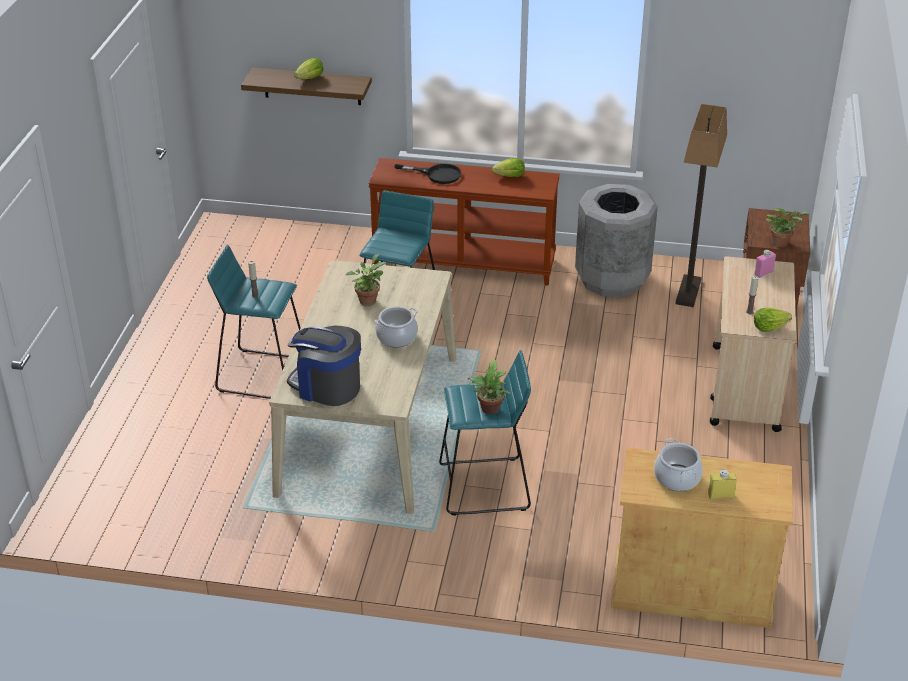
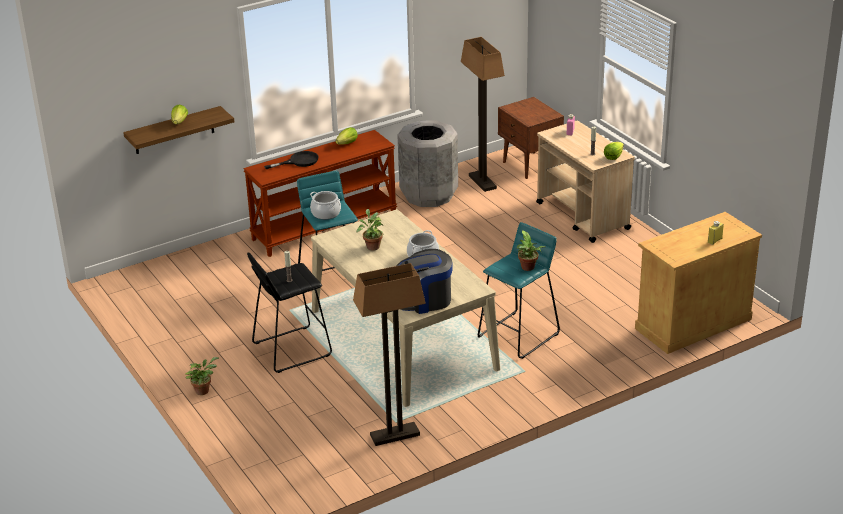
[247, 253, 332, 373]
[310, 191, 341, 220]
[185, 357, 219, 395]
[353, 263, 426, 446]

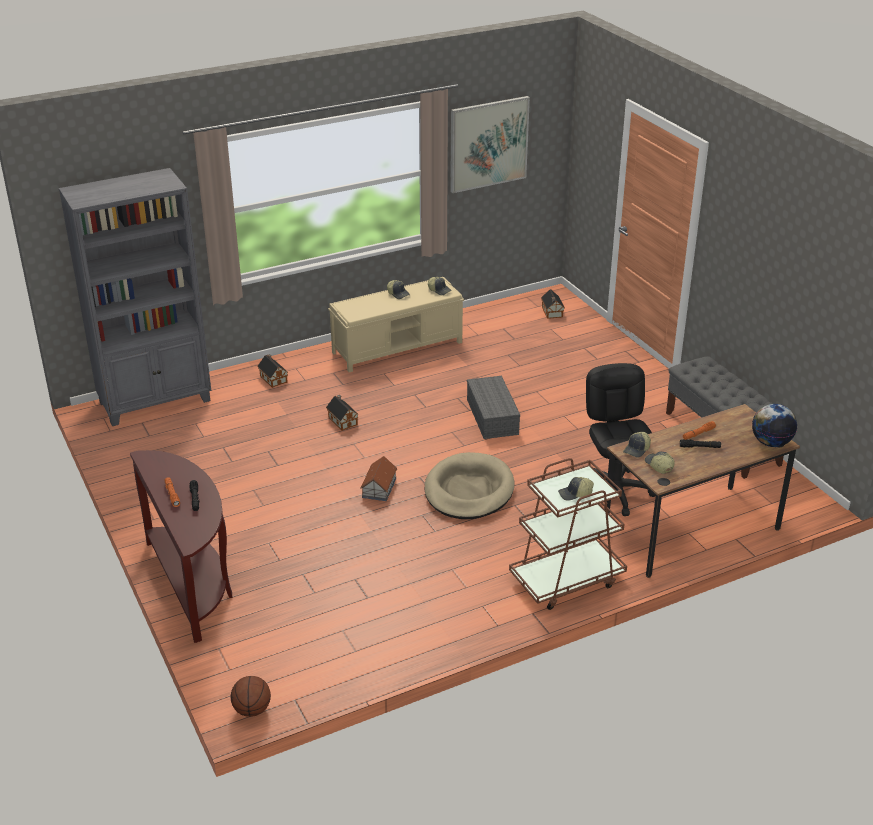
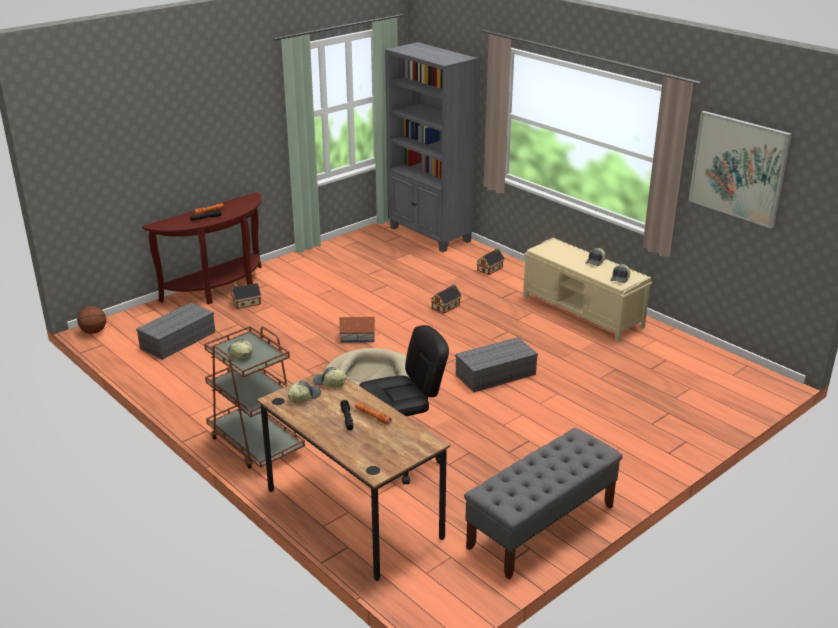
[231, 283, 261, 309]
[752, 404, 797, 447] (first image)
[136, 303, 215, 360]

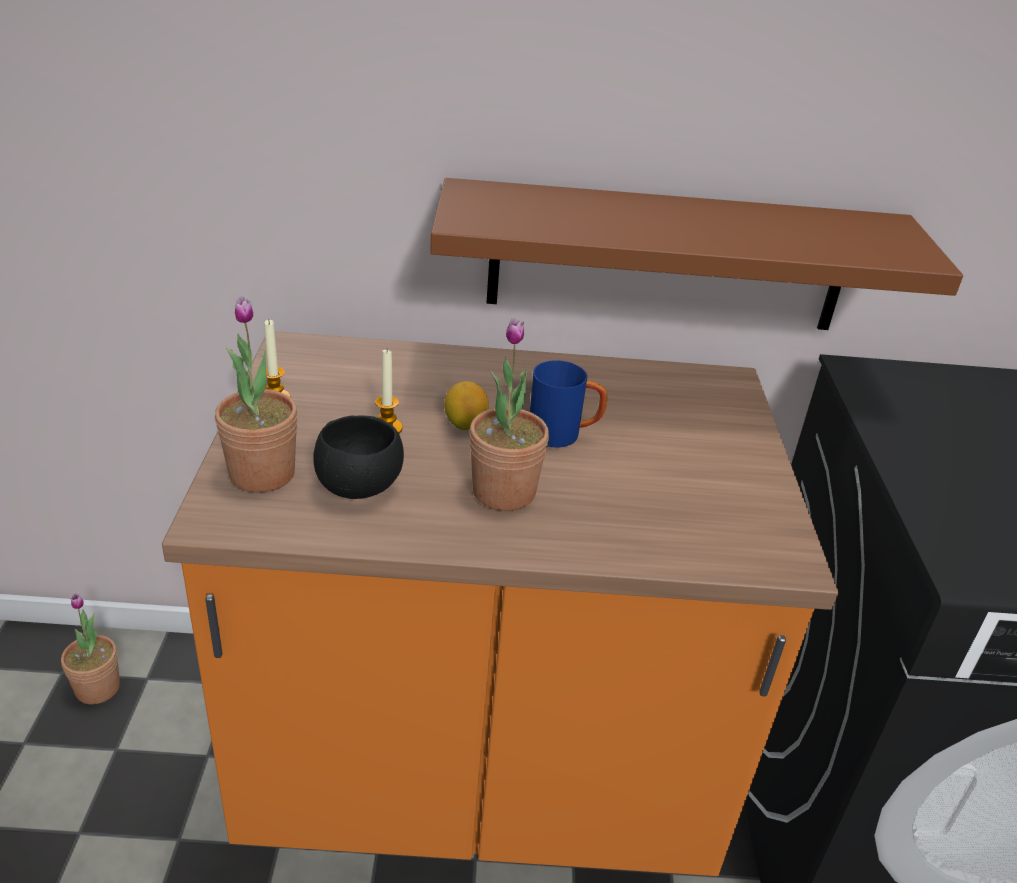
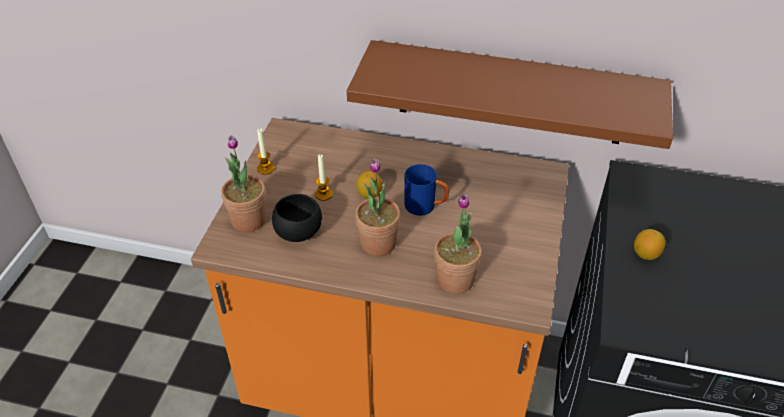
[434, 194, 482, 294]
[634, 229, 666, 260]

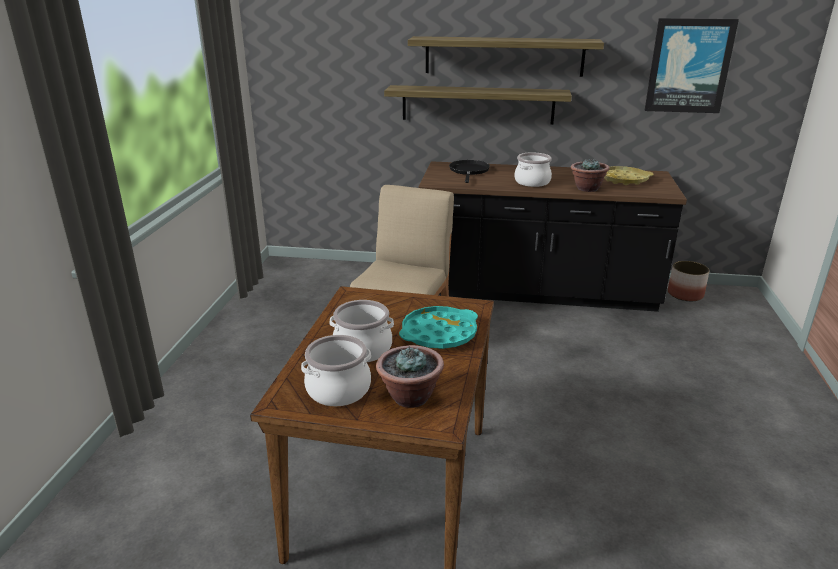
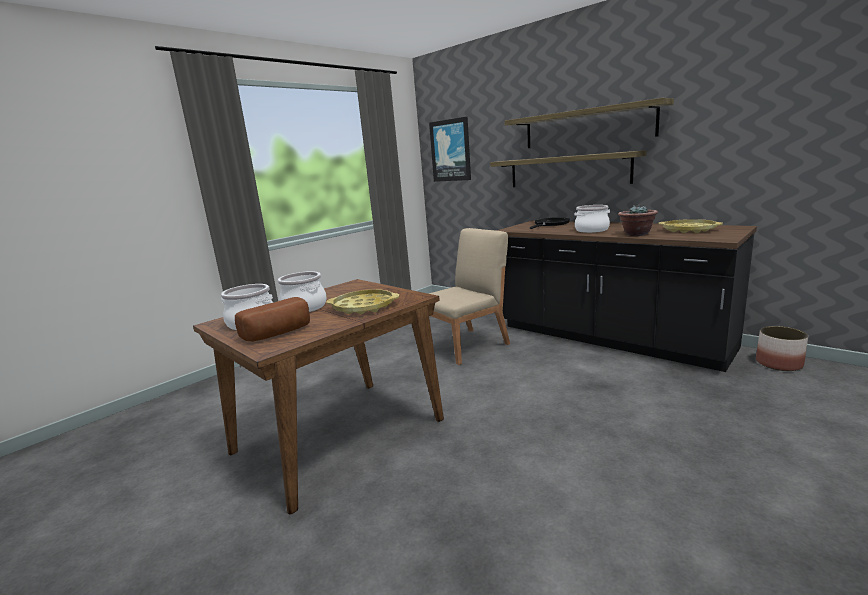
[235, 297, 310, 342]
[326, 289, 399, 314]
[429, 117, 471, 182]

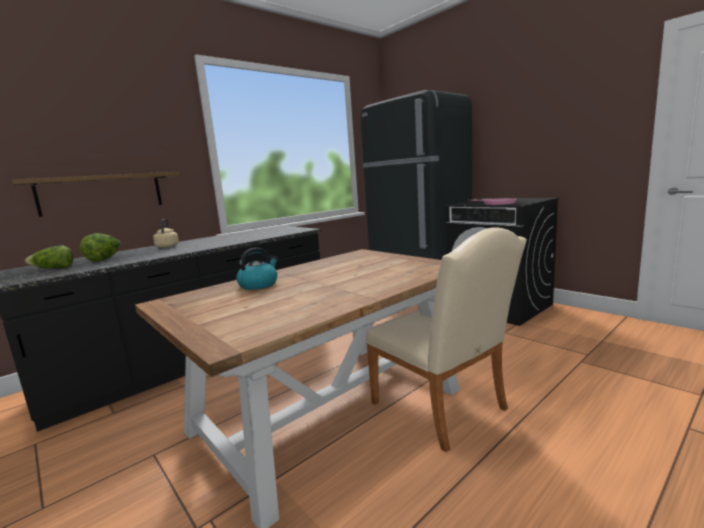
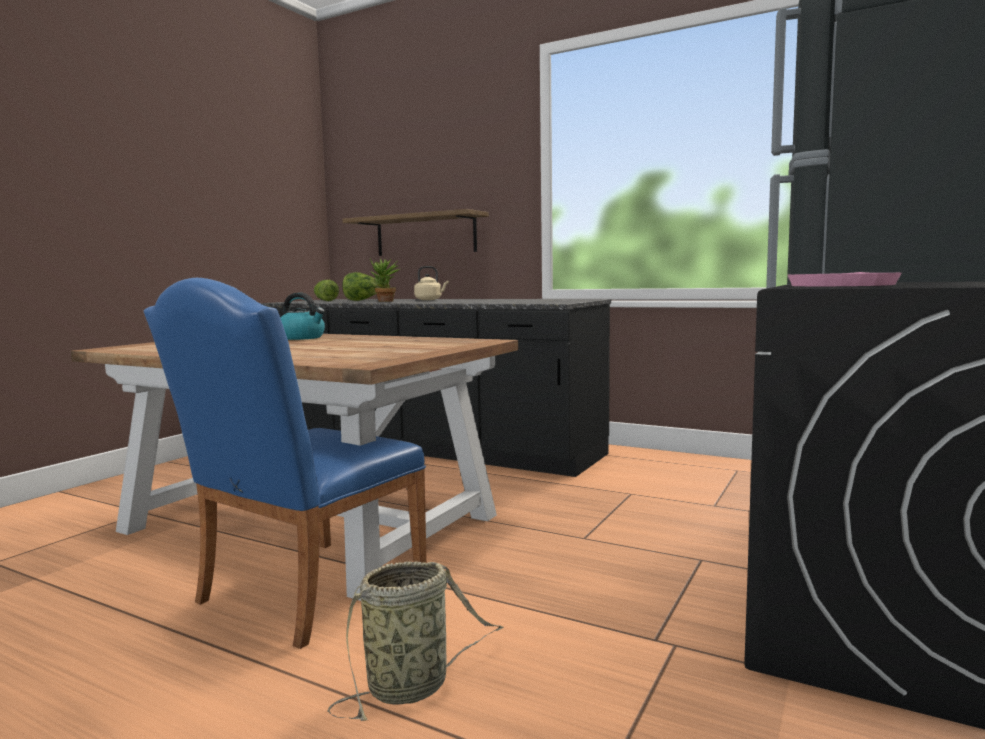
[144, 278, 427, 649]
[327, 561, 504, 721]
[370, 258, 400, 302]

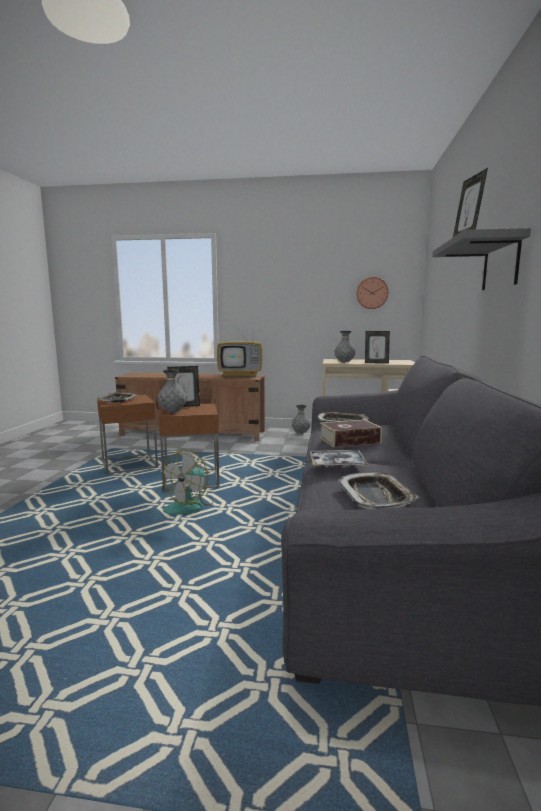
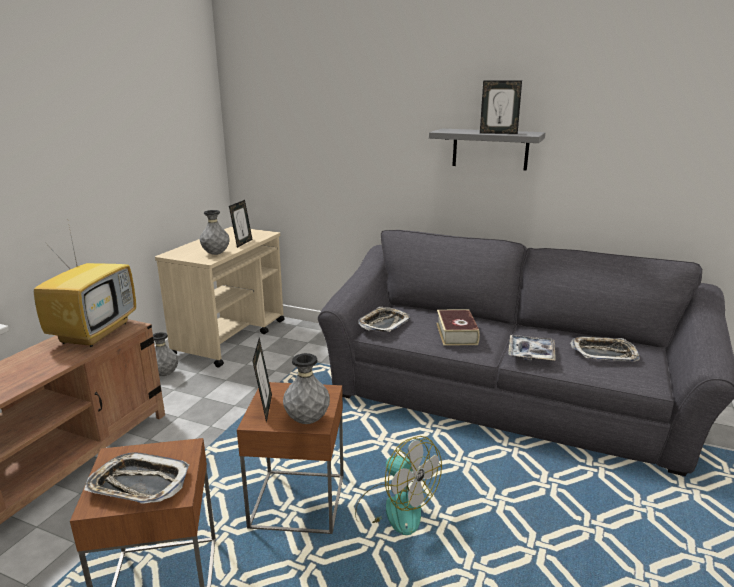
[356, 277, 388, 309] (first image)

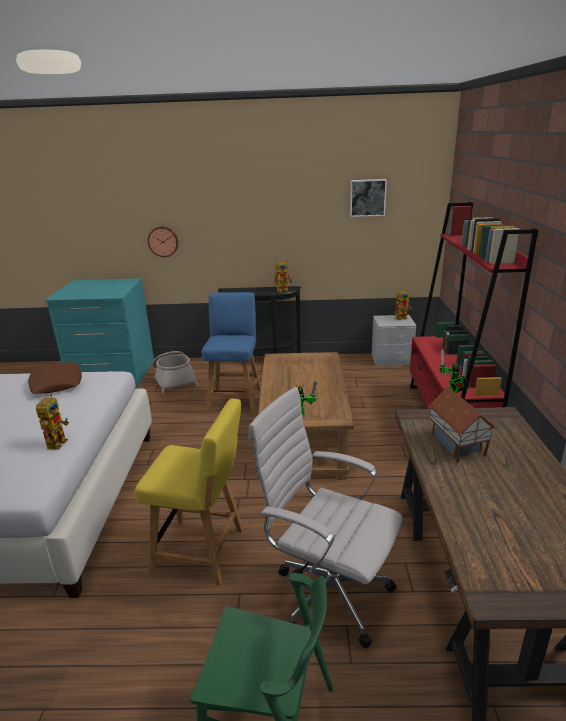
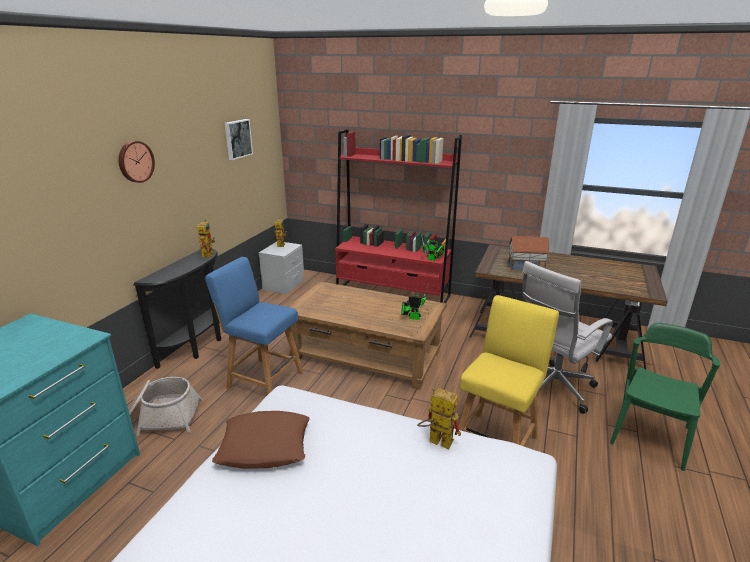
[118, 141, 155, 183]

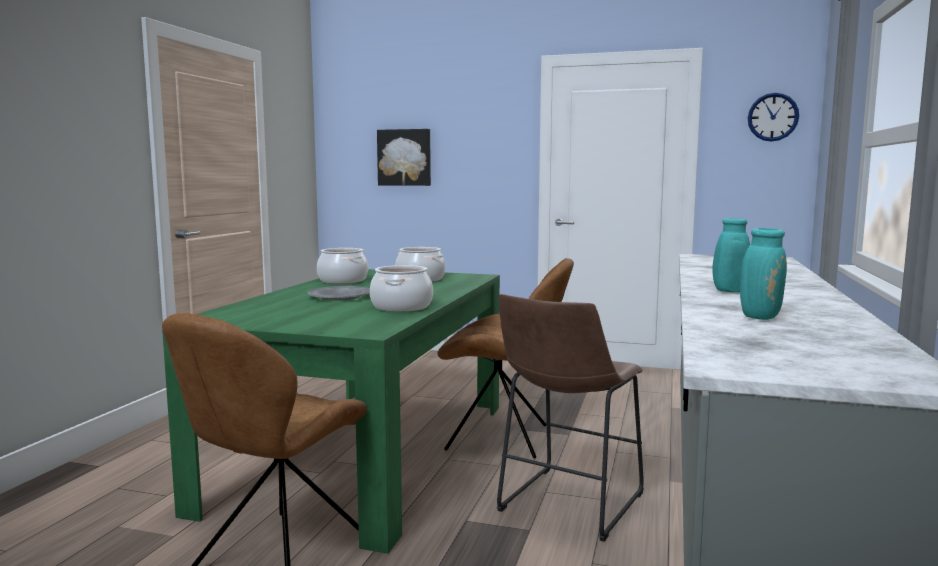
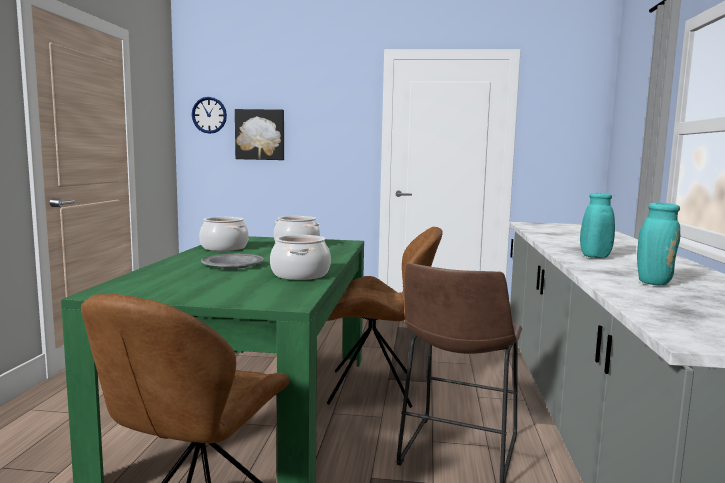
[192, 97, 227, 134]

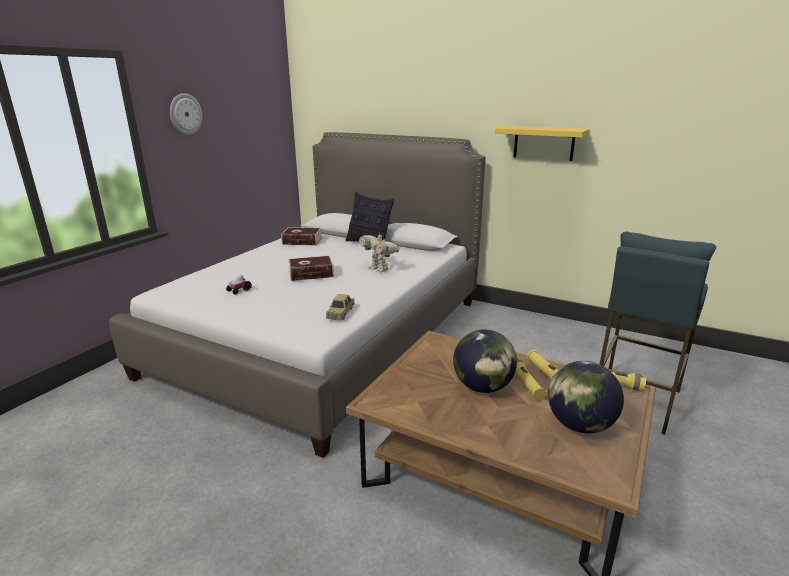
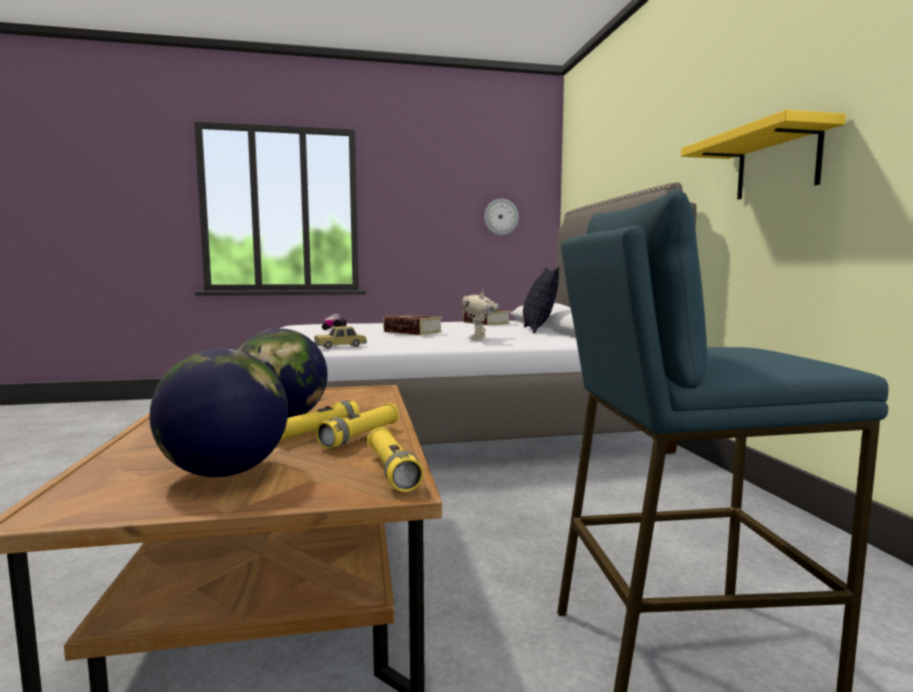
[484, 199, 519, 235]

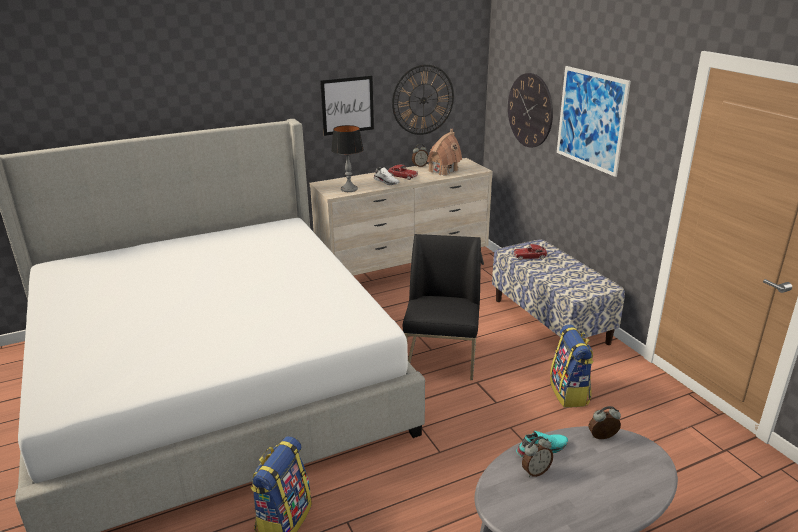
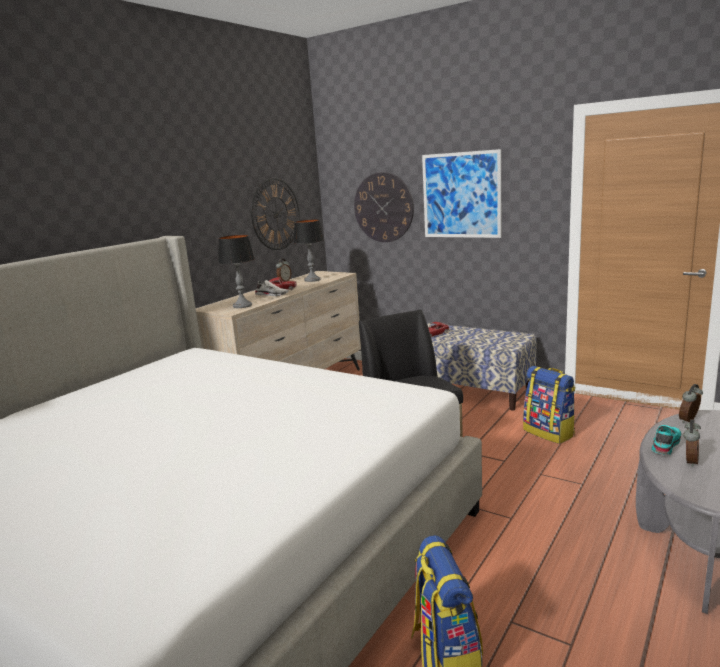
[320, 75, 374, 136] (first image)
[294, 220, 324, 282]

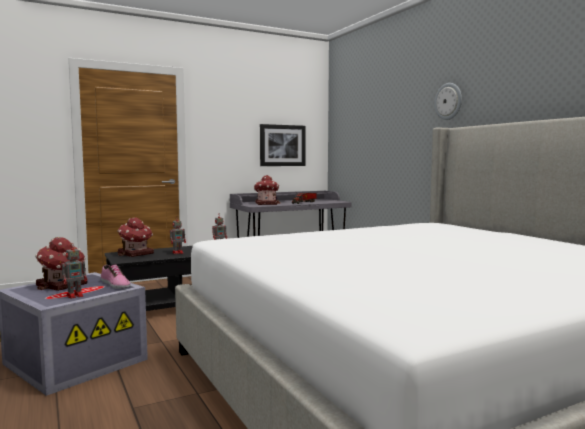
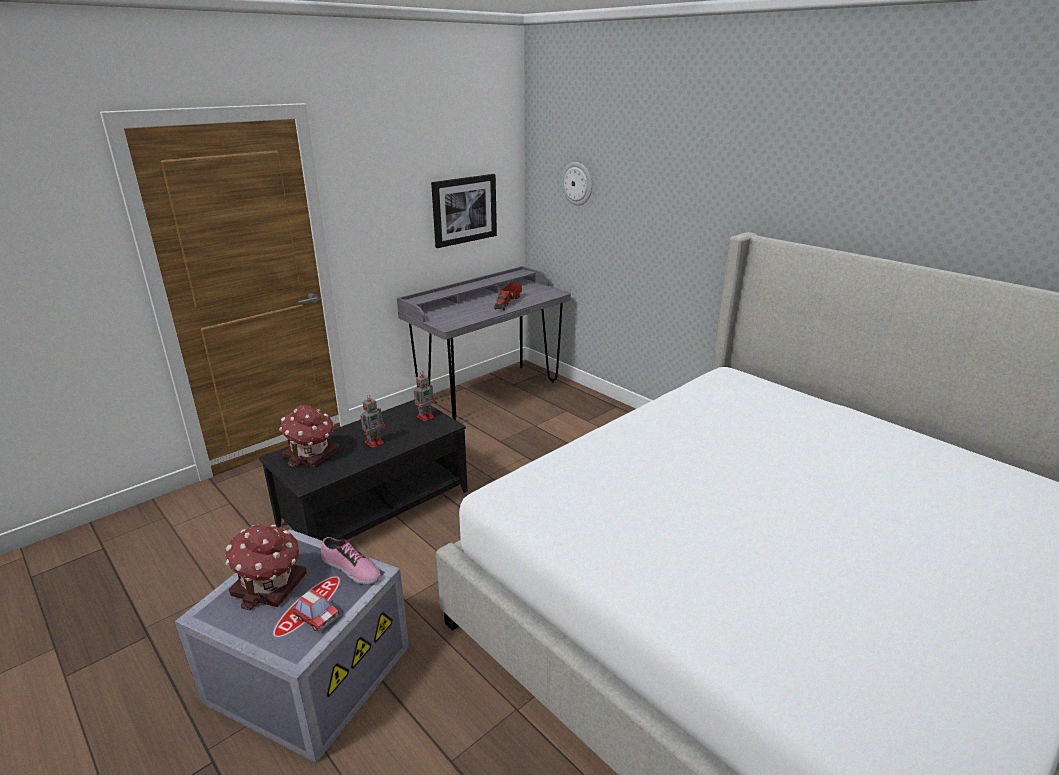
[292, 589, 340, 631]
[254, 175, 280, 205] (first image)
[561, 162, 592, 206]

